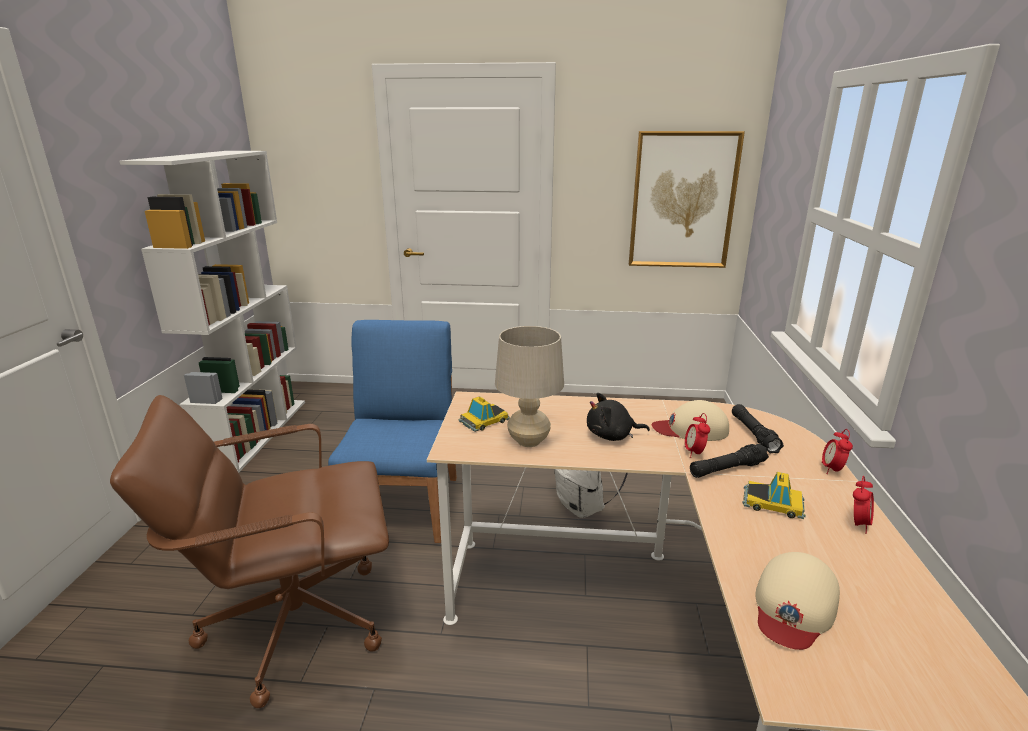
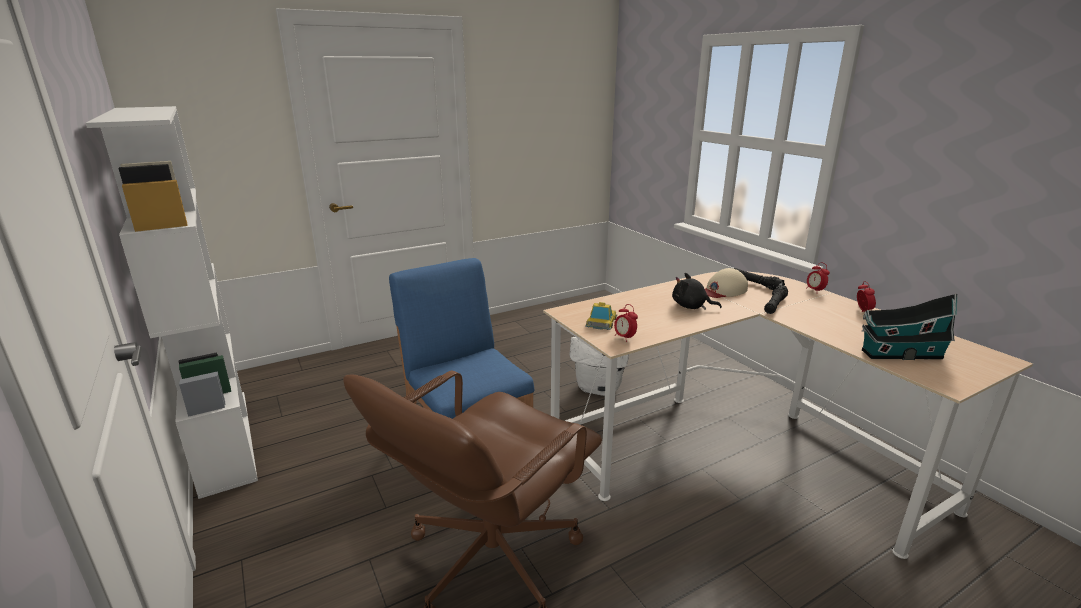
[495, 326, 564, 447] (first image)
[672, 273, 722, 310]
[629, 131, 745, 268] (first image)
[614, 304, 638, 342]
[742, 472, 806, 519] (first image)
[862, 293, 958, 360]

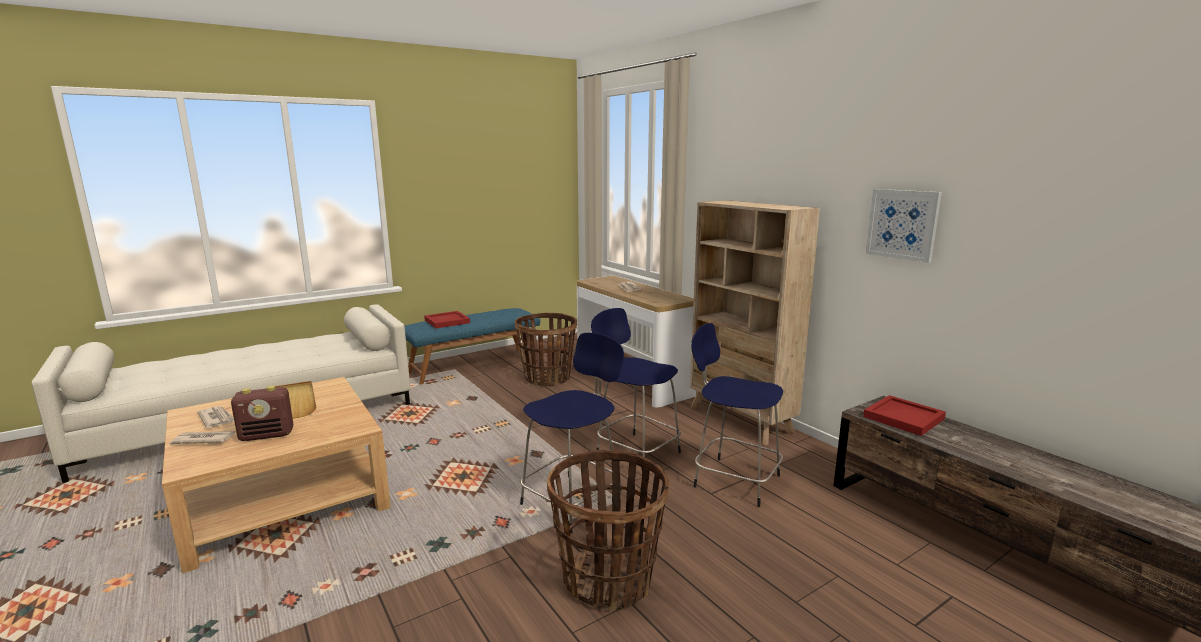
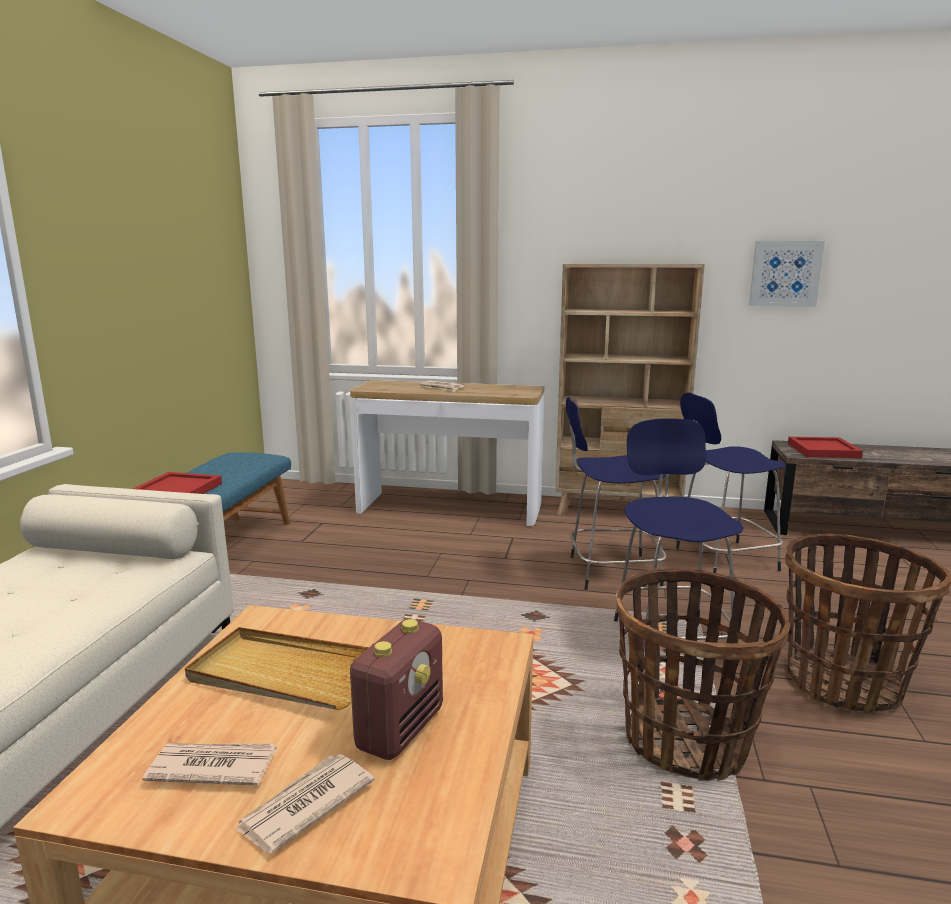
[616, 568, 790, 781]

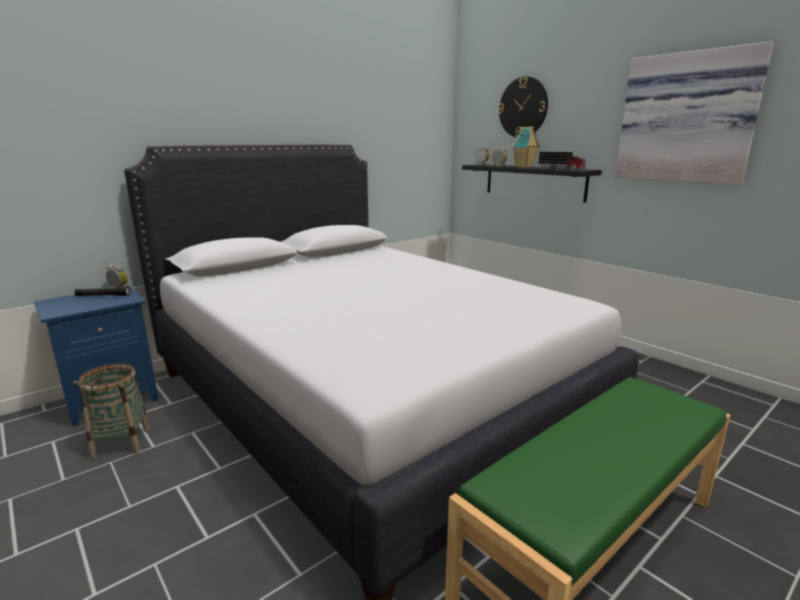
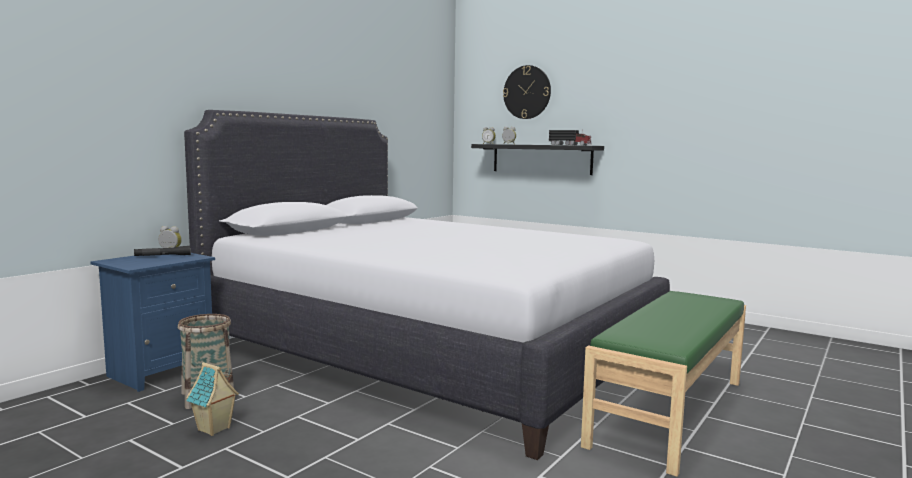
[186, 362, 239, 436]
[615, 41, 774, 185] (first image)

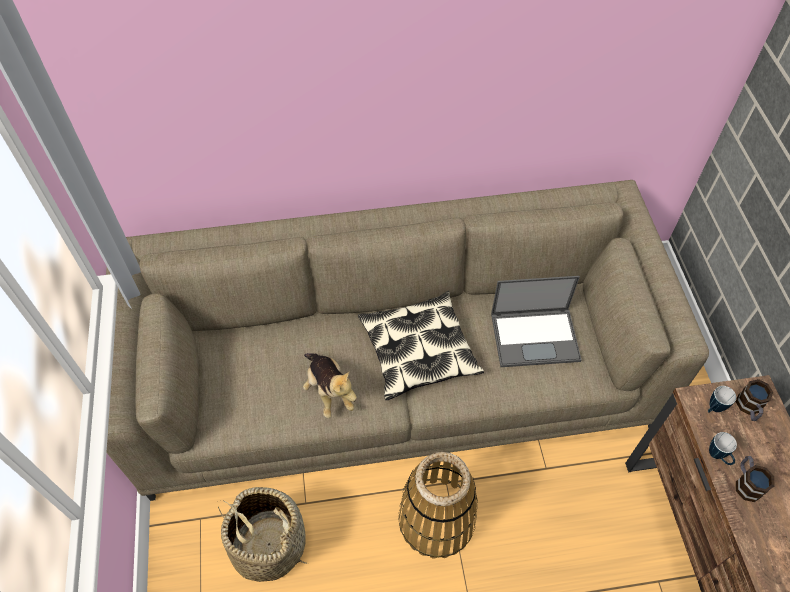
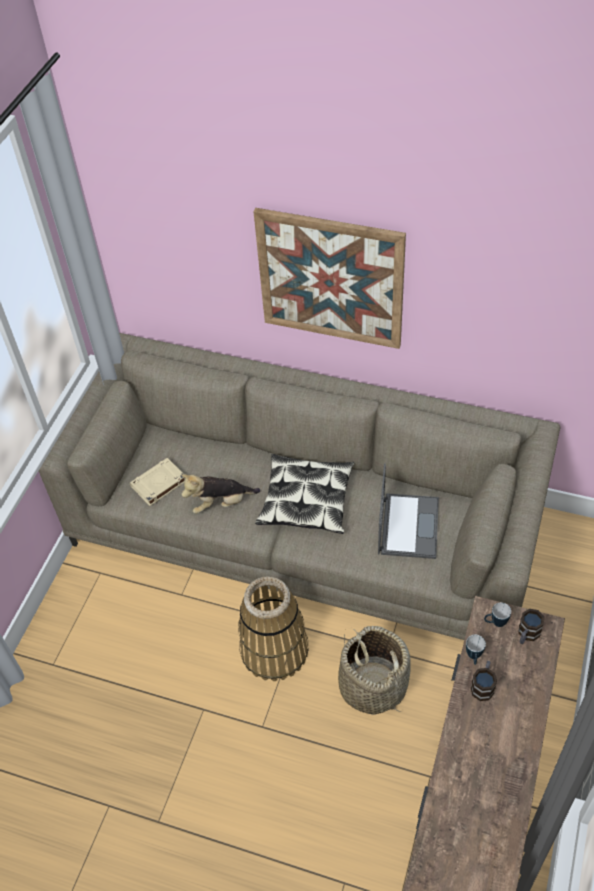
[338, 626, 411, 715]
[181, 474, 260, 514]
[378, 463, 439, 559]
[130, 458, 185, 506]
[253, 208, 406, 349]

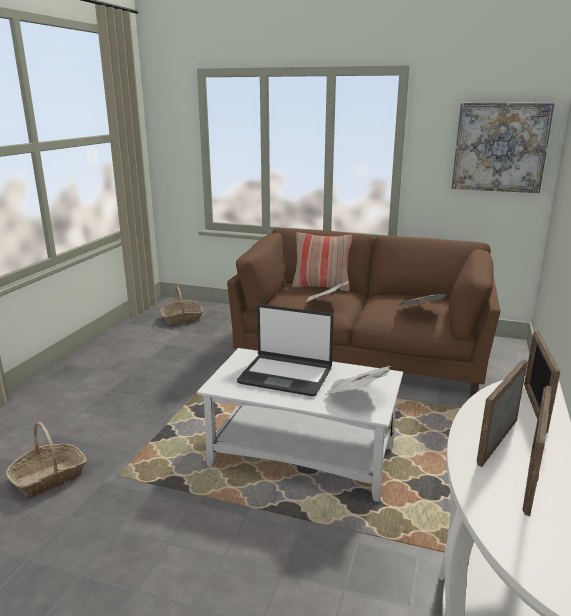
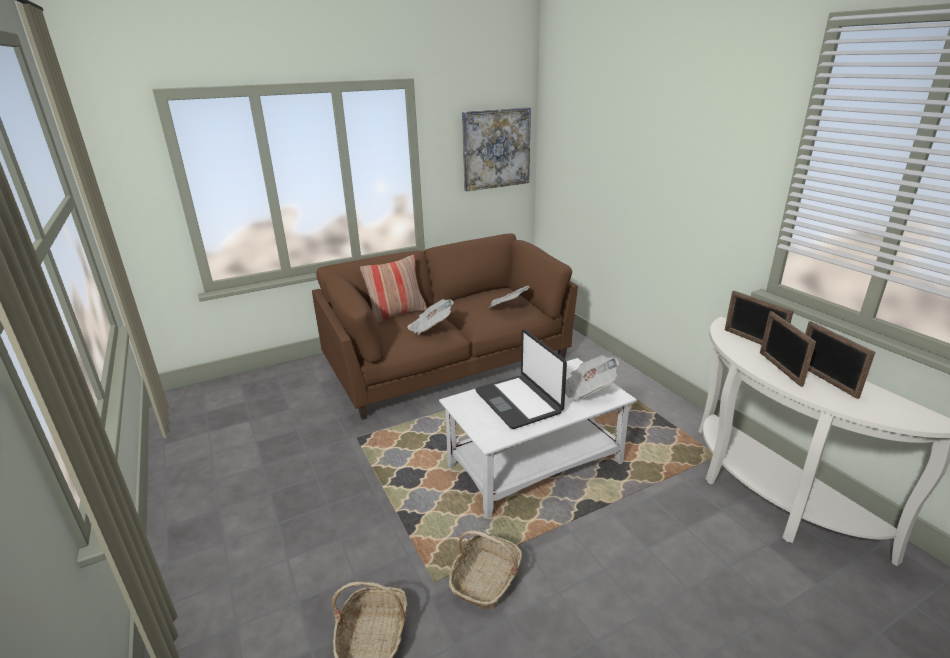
[449, 530, 522, 610]
[476, 329, 567, 429]

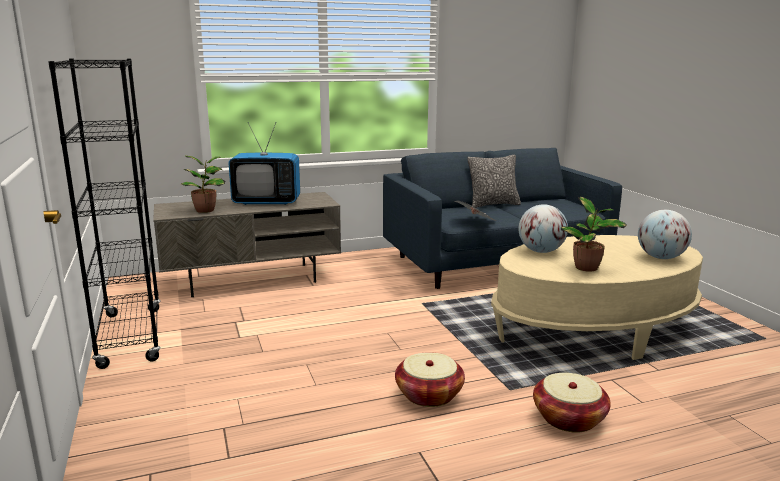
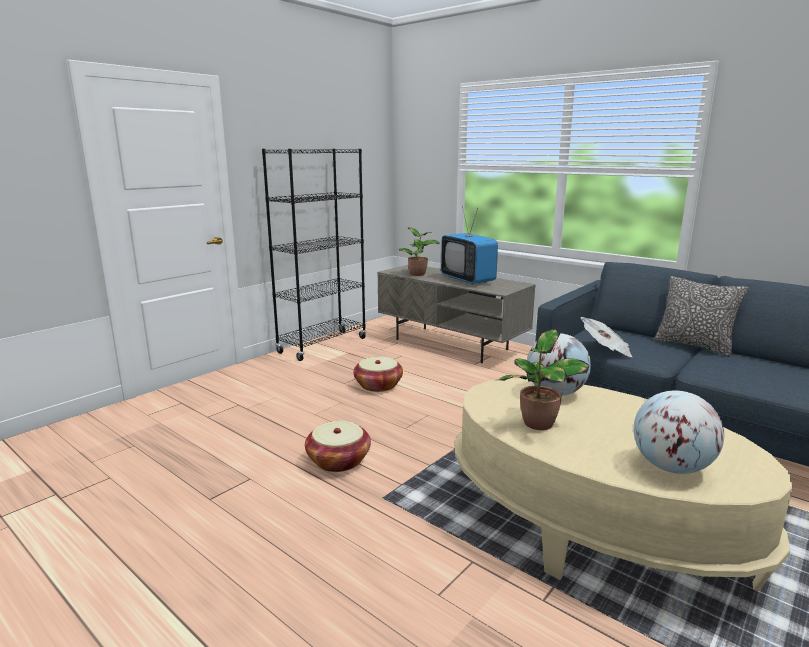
[353, 356, 403, 392]

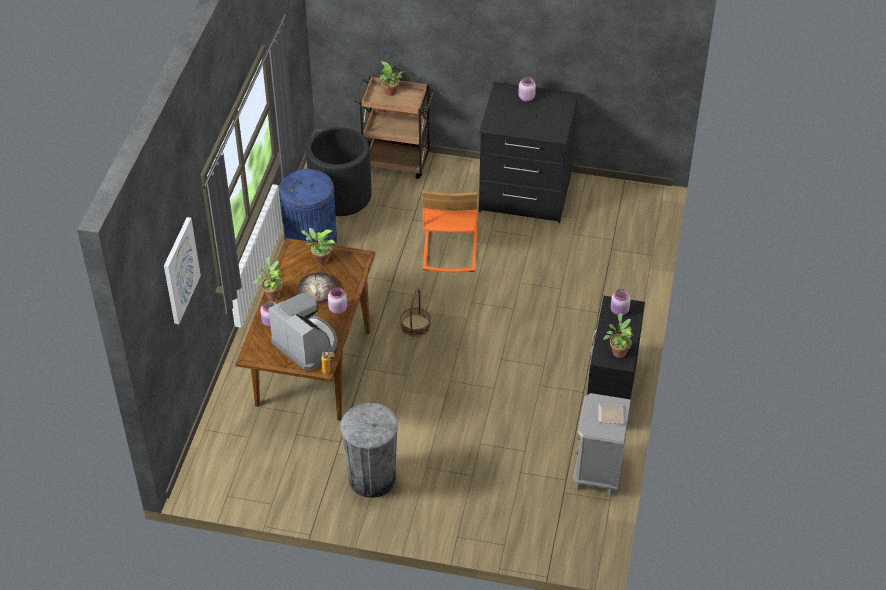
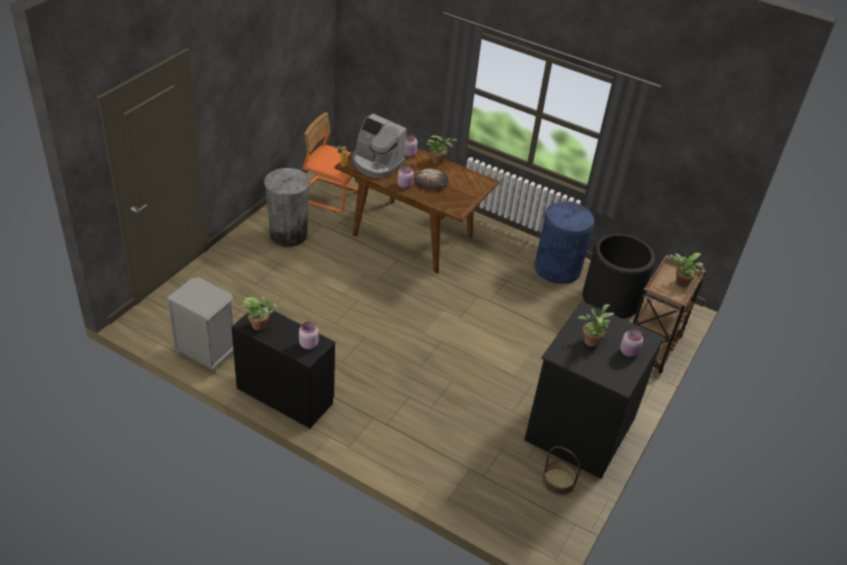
[164, 217, 201, 324] (first image)
[352, 114, 407, 178]
[578, 304, 614, 347]
[542, 446, 581, 495]
[303, 112, 358, 212]
[598, 403, 623, 424] (first image)

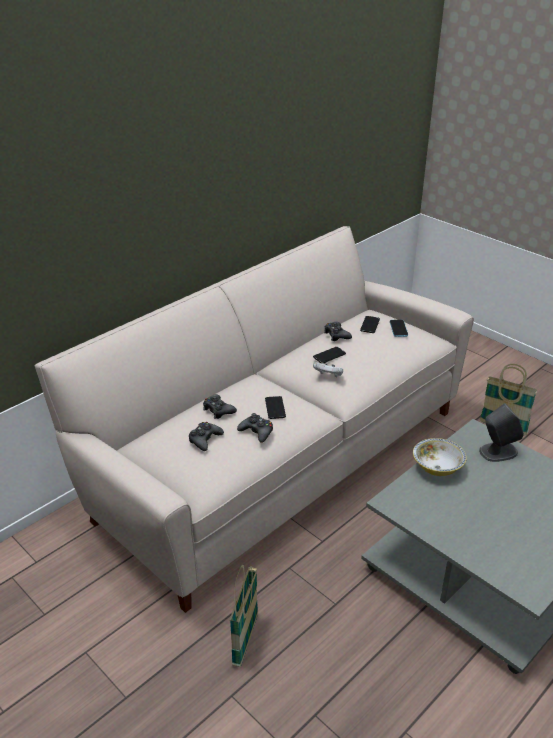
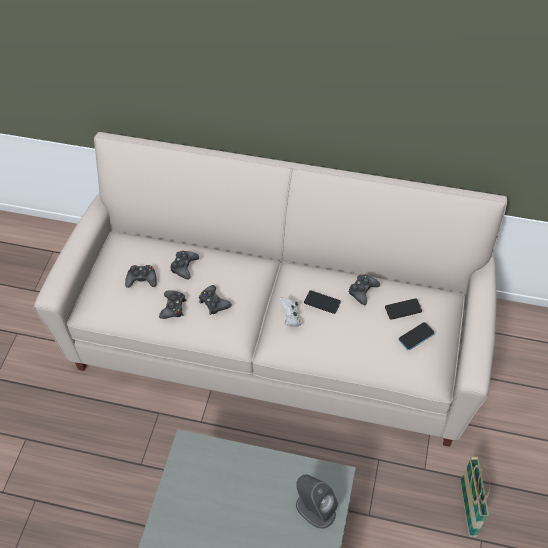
[230, 565, 258, 667] (first image)
[199, 285, 232, 315]
[413, 438, 467, 476] (first image)

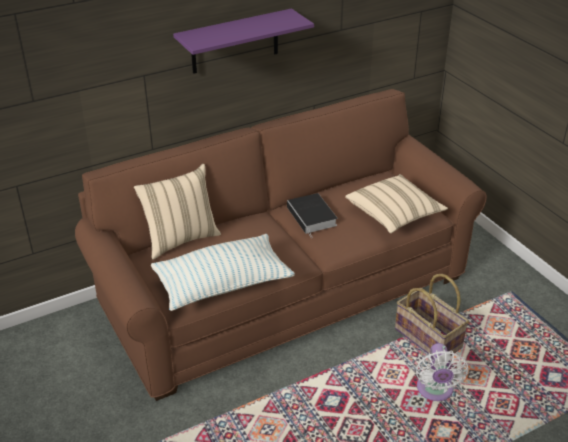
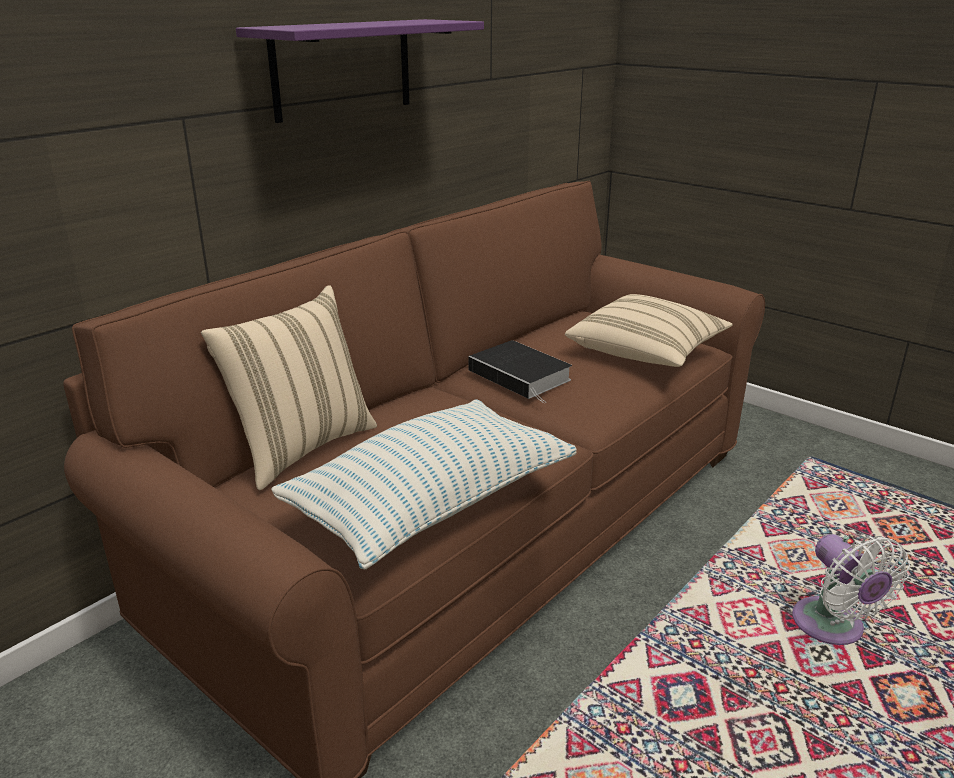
[395, 274, 469, 355] (first image)

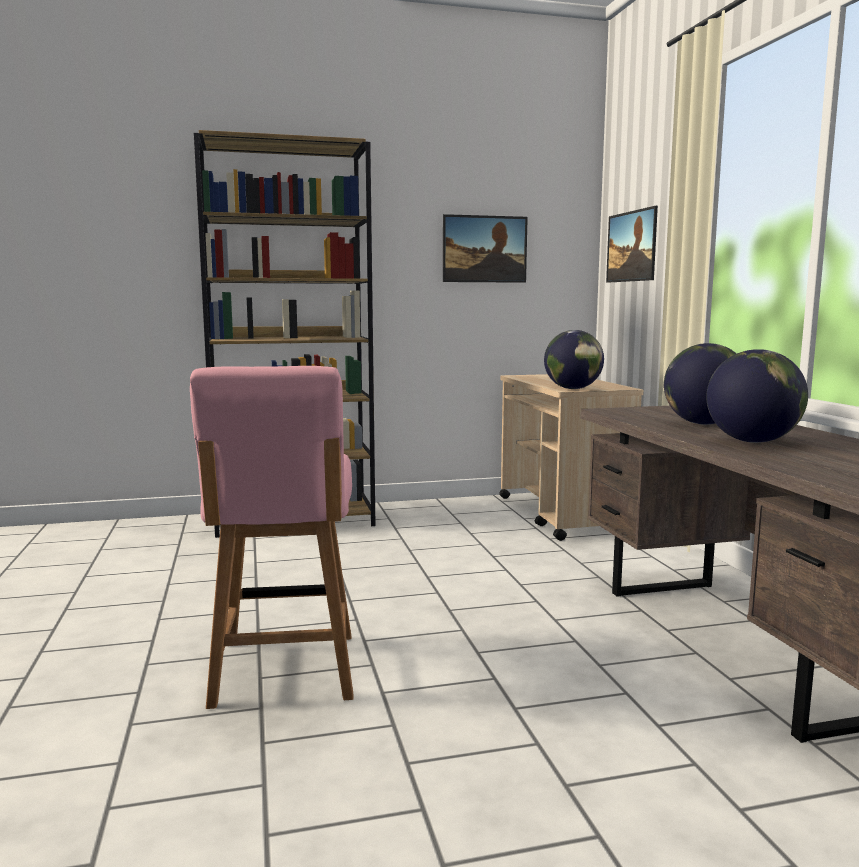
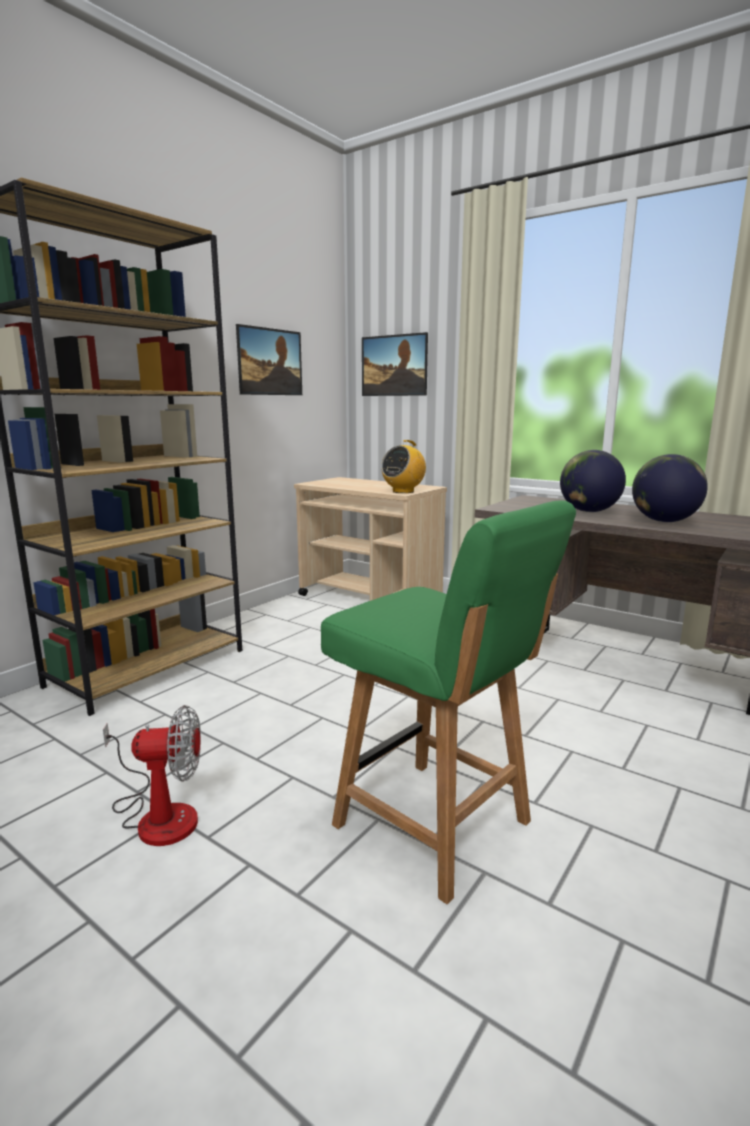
[321, 500, 576, 904]
[381, 440, 426, 493]
[103, 705, 201, 846]

